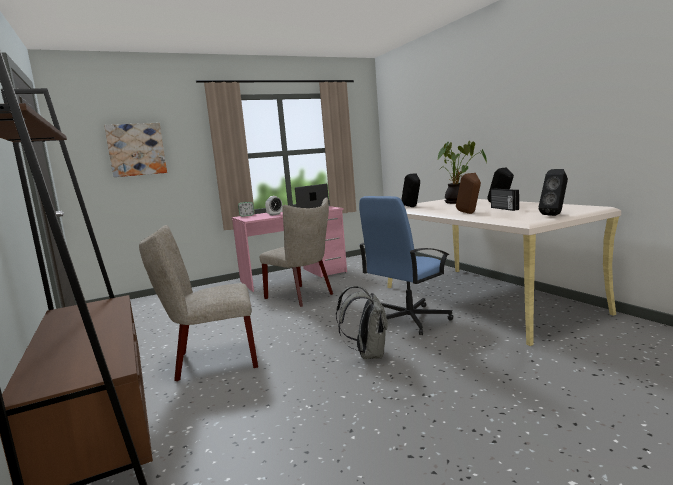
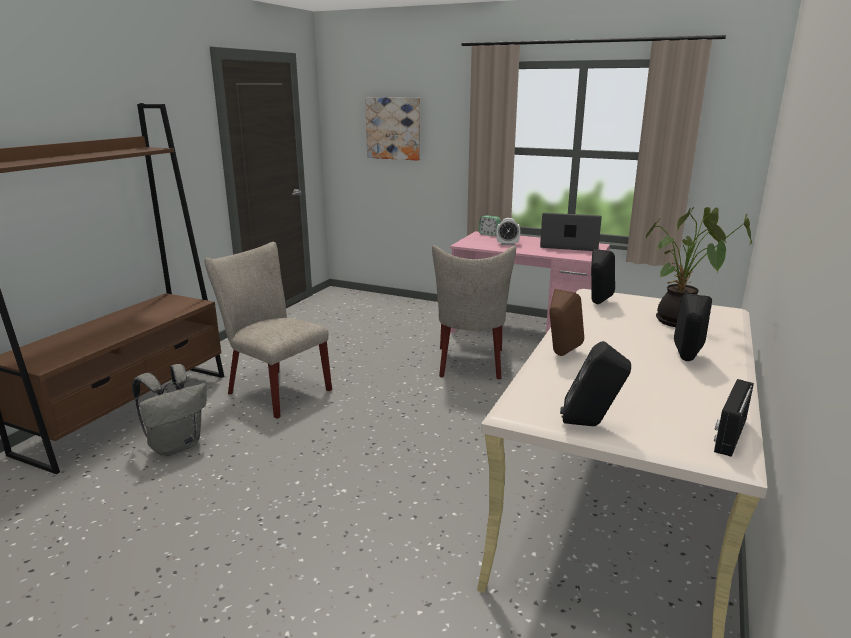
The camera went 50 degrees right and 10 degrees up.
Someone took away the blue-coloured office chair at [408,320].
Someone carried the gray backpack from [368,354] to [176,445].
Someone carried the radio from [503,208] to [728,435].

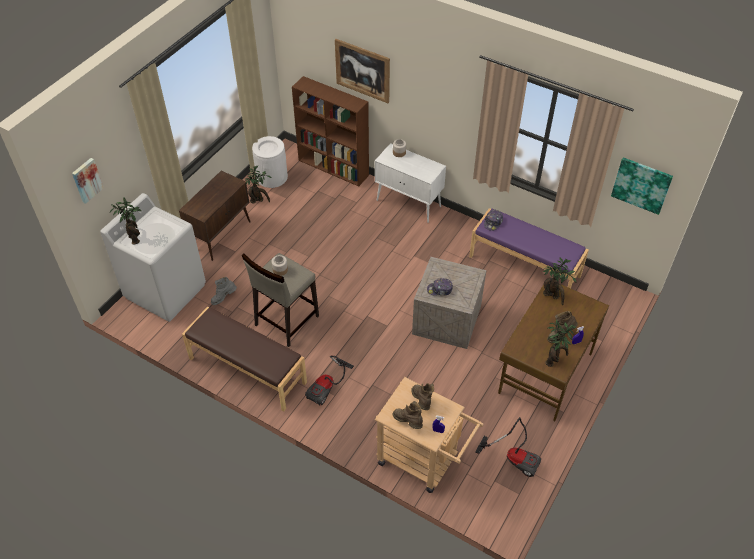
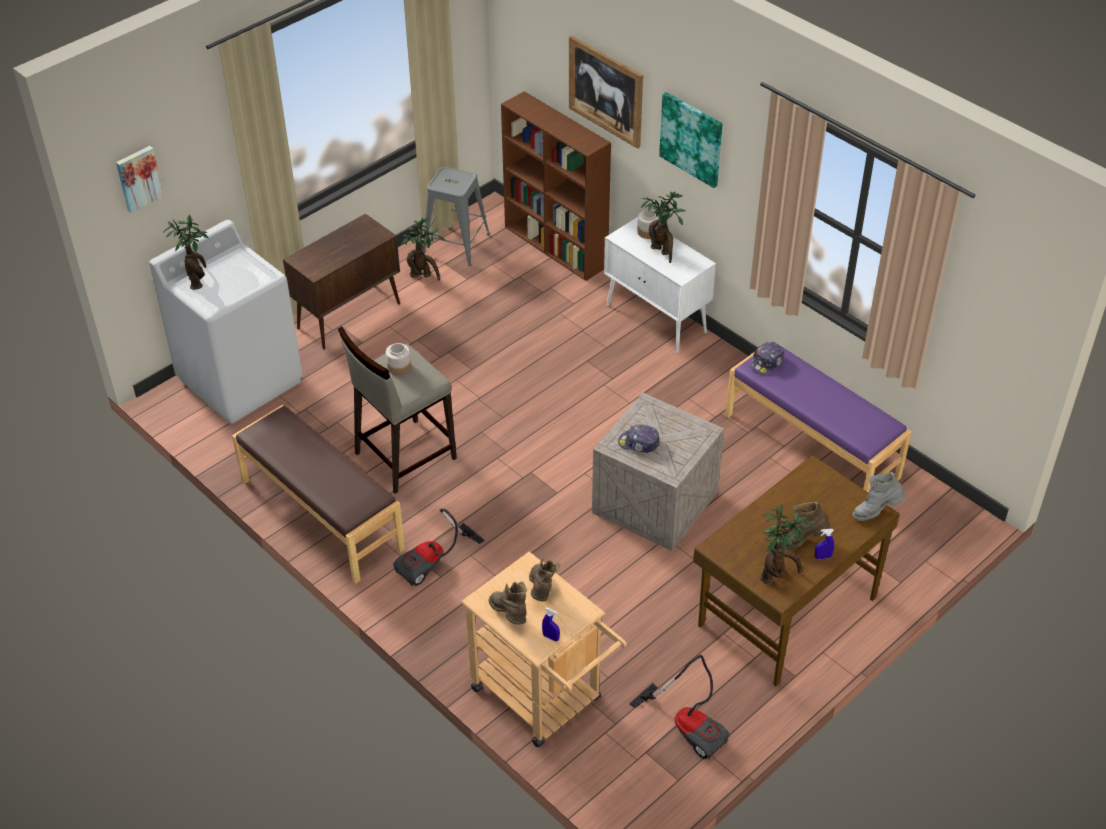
The camera went 15 degrees right and 5 degrees down.
Someone carried the gray high-top boot from [224,298] to [876,511].
Someone carried the plant in a pot from [552,296] to [662,252].
Someone carried the wall picture from [641,185] to [692,139].
Someone swapped the white-coloured trash can at [272,177] for the gray stool seat at [456,244].

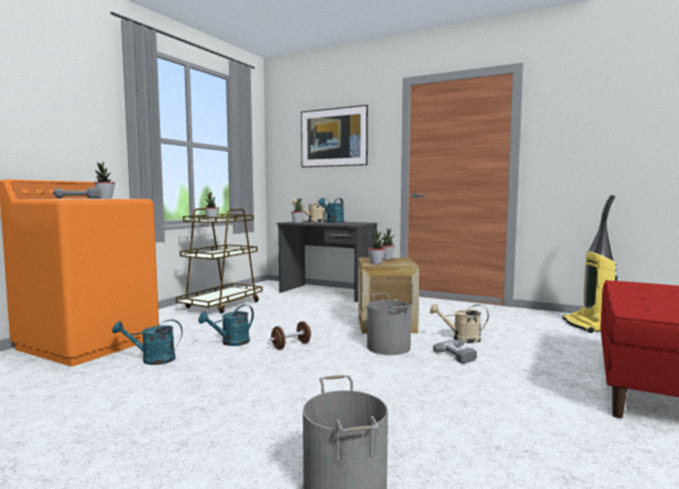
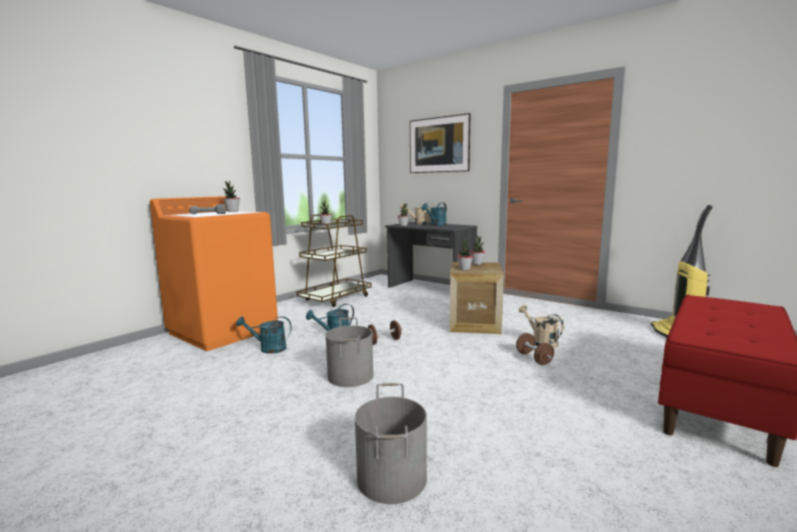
The camera went 10 degrees right and 5 degrees up.
Someone carried the gray bucket from [389,347] to [351,376].
Someone swapped the power drill at [460,355] for the brownish dumbbell at [534,358].
Someone rotated the beige-coloured watering can at [461,339] by 45 degrees clockwise.

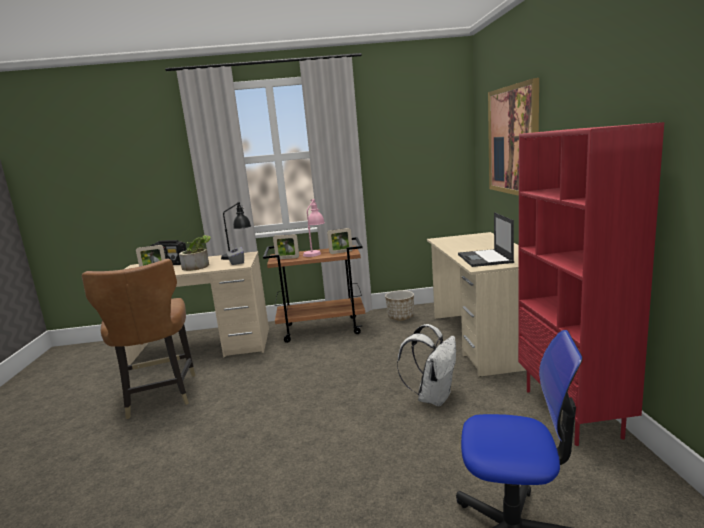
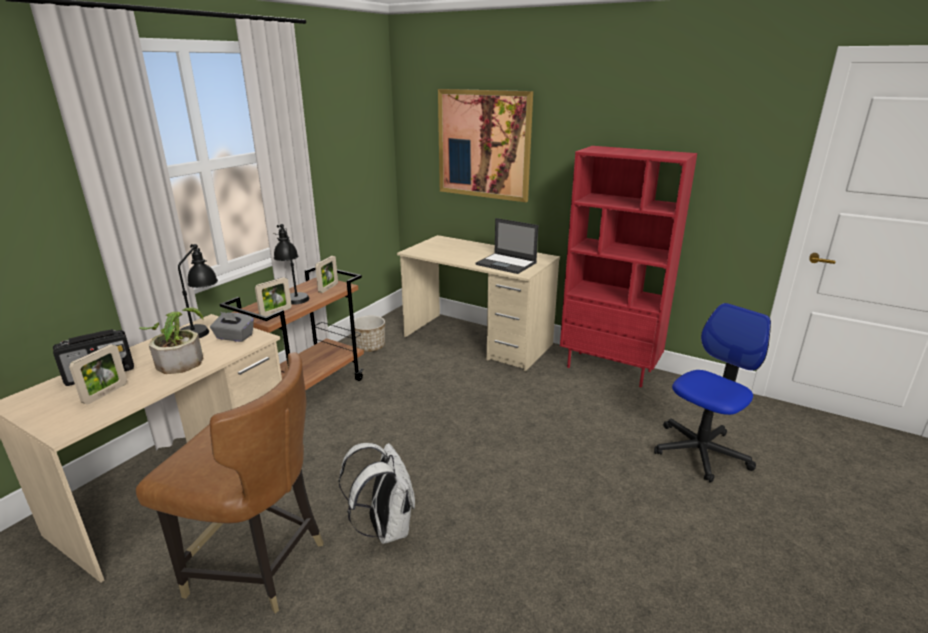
The camera went 55 degrees left and 10 degrees up.
Someone carried the white-coloured backpack from [433,397] to [385,528].
Someone repainted the pinkish tabletop lamp at [315,252], which became the blackish tabletop lamp at [293,296].

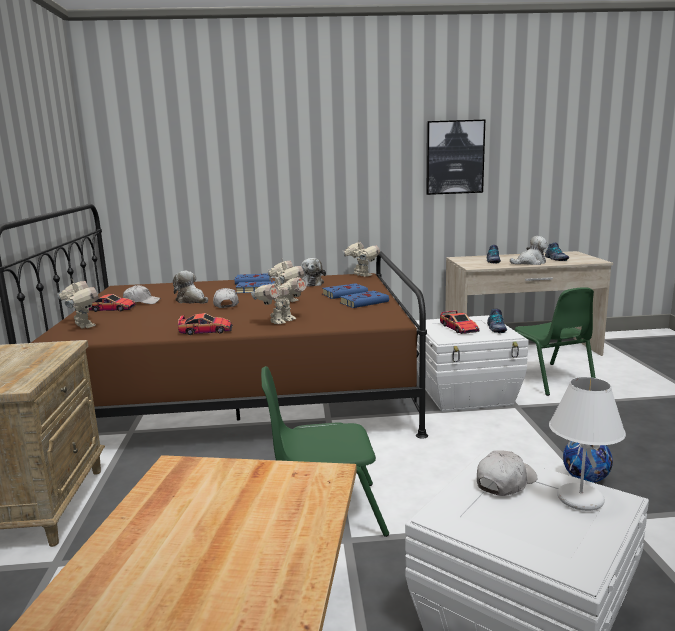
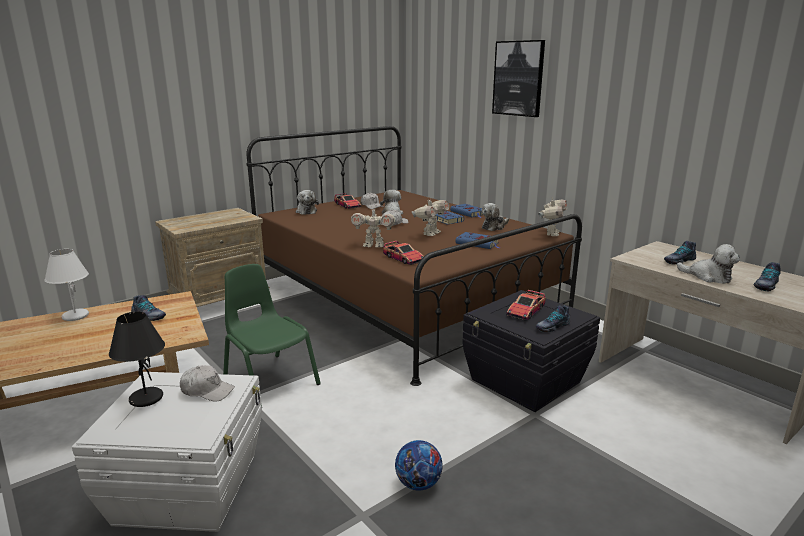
The camera went 55 degrees right and 5 degrees up.
Someone took away the blue-coloured bound book at [365,302].
Someone took away the greenish chair at [548,379].
Someone put down the blackish tabletop lamp at [145,399].
Someone put down the shoe at [148,316].
Someone carried the toy car from [206,331] to [403,258].
Someone carried the wall picture from [454,157] to [518,78].
Someone carried the white-coloured tabletop lamp from [580,500] to [75,316].
Someone swapped the toy robot at [83,326] for the cuddly toy at [306,211].
Someone repainted the white-coloured storage container at [466,394], which became the blackish storage container at [526,381].

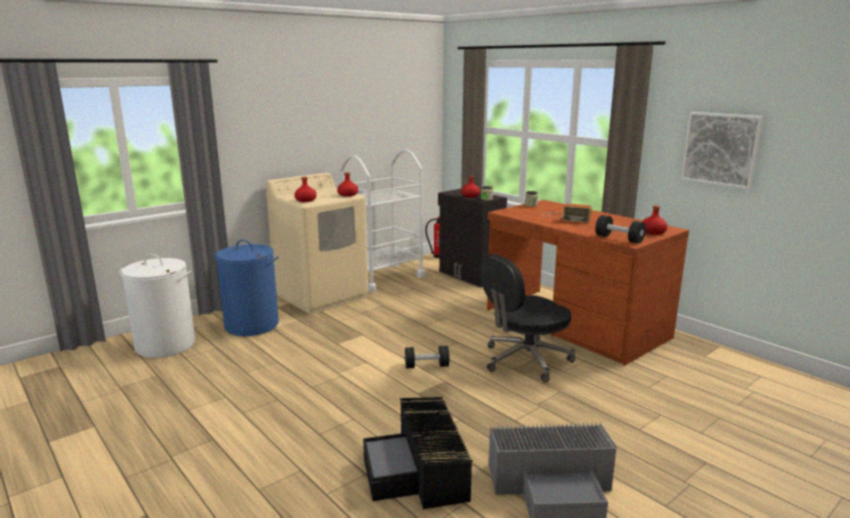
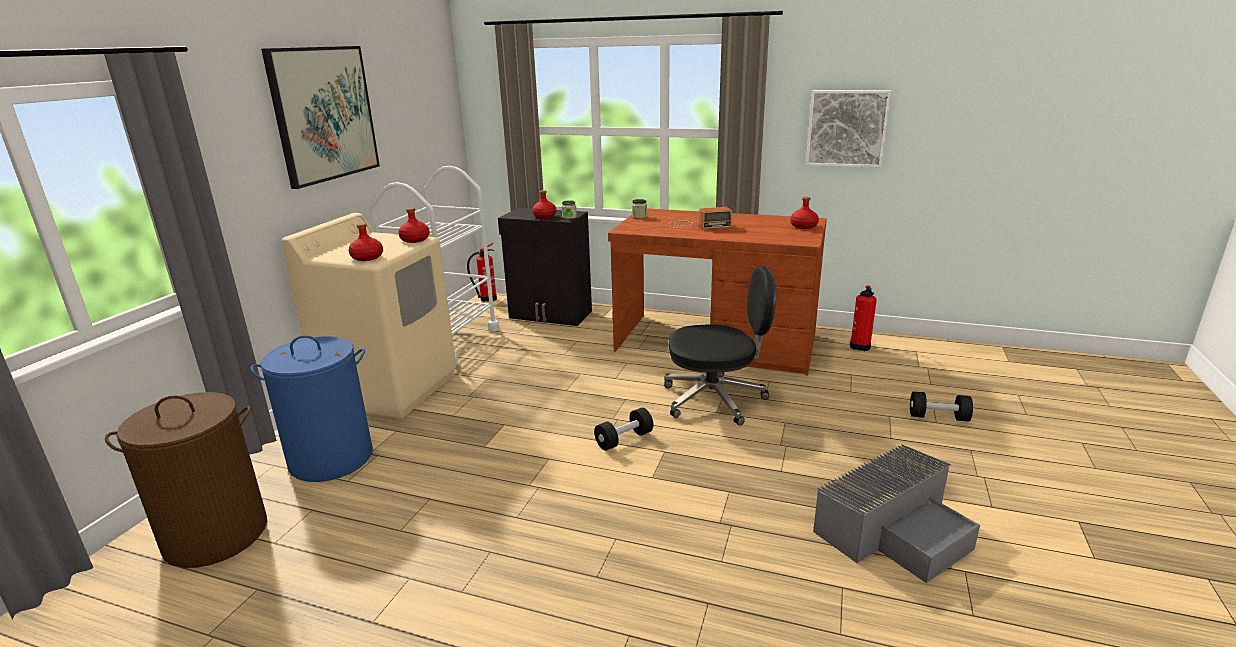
The camera went 30 degrees left and 5 degrees up.
Someone took away the blackish storage container at [420,471].
Someone put up the wall picture at [324,114].
Someone put down the fire-fighting cylinder at [860,346].
Someone carried the blackish dumbbell from [619,239] to [938,417].
Someone repainted the white-coloured laundry basket at [166,345], which became the brownish laundry basket at [216,535].
Someone rotated the blackish office chair at [524,360] by 120 degrees counterclockwise.

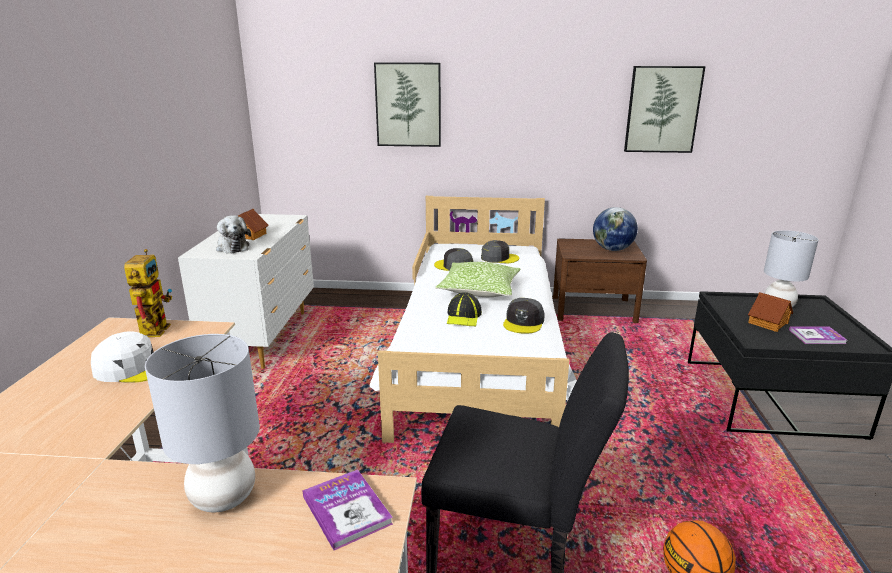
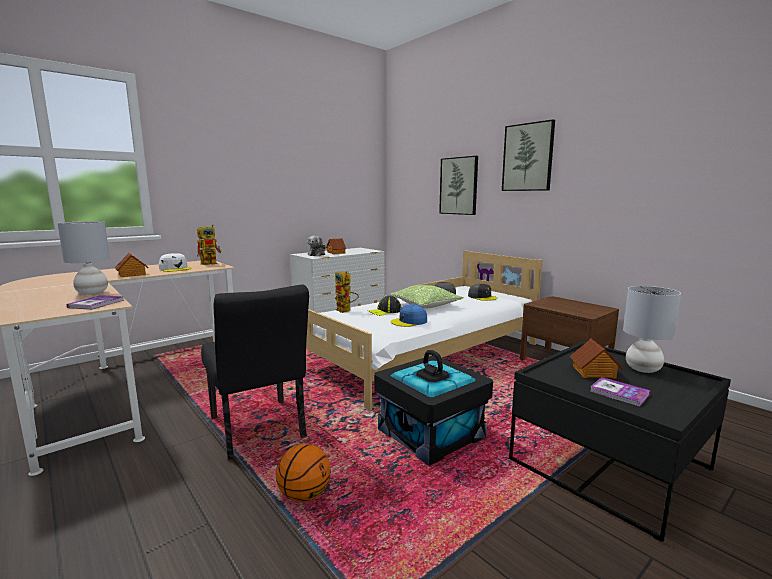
The camera went 45 degrees right and 10 degrees down.
Someone took away the globe at [612,249].
Someone put down the miniature house at [132,274].
Someone put down the toy robot at [346,311].
Someone put down the blackish storage container at [431,434].
Someone carried the wall picture from [662,109] to [528,157].
Someone repainted the gray peaked cap at [524,322], which became the blue-coloured peaked cap at [409,322].

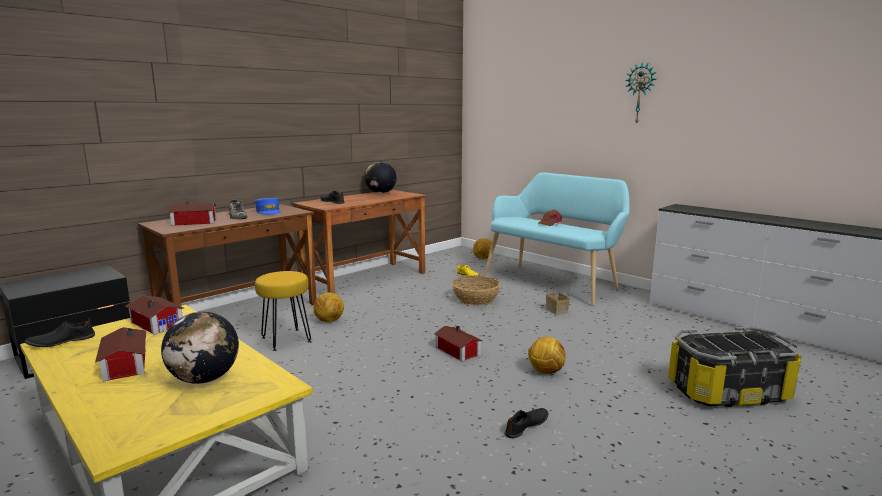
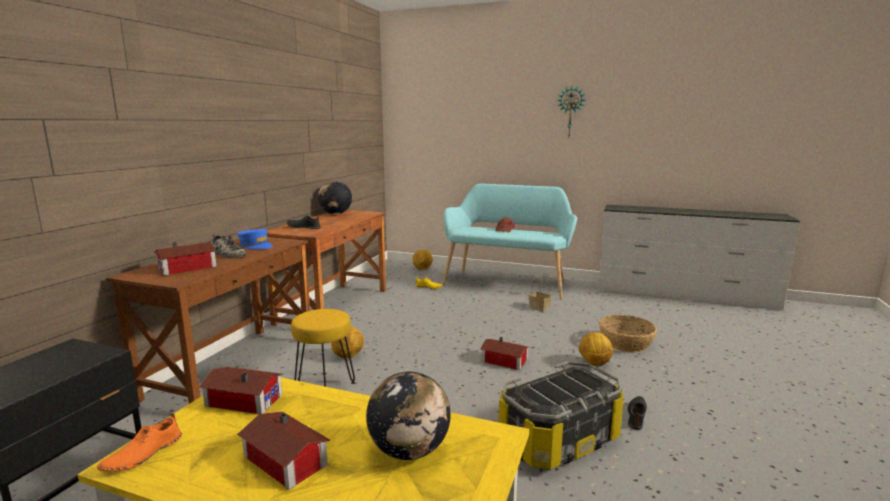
The camera went 25 degrees left and 0 degrees up.
Someone carried the storage basket from [476,299] to [625,343].
Someone carried the storage container from [728,391] to [558,440].
Someone repainted the blackish shoe at [61,341], which became the orangey shoe at [142,454].

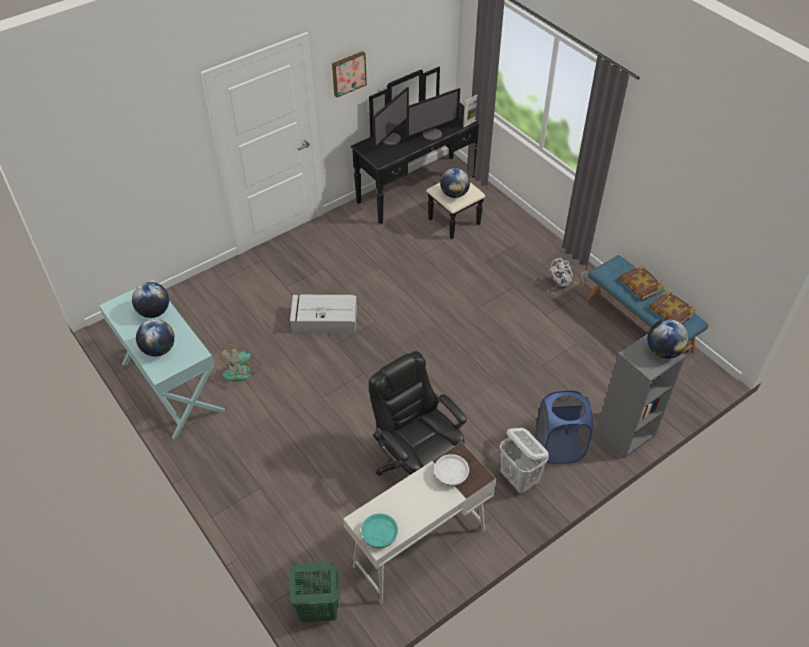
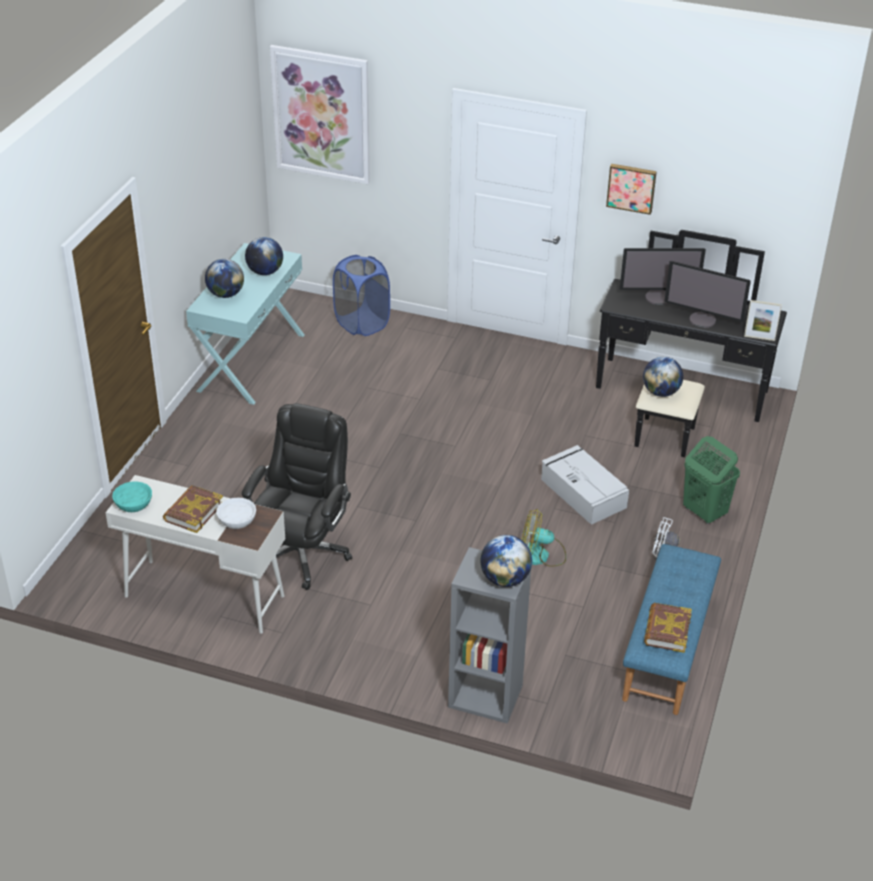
The camera went 55 degrees right and 10 degrees down.
Someone took away the white-coloured laundry basket at [519,479].
Someone put up the wall picture at [321,114].
Someone carried the cooling fan from [242,370] to [541,555].
Someone carried the greenish laundry basket from [318,610] to [704,512].
Someone carried the gray storage container from [323,320] to [582,492].
Someone carried the blue-coloured laundry basket from [559,447] to [361,323].
Someone carried the bound book from [640,285] to [193,512].

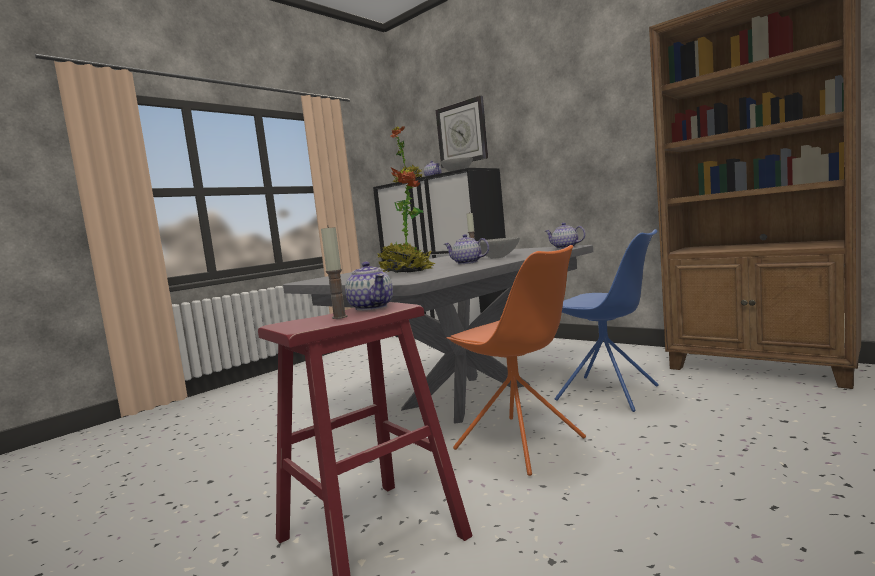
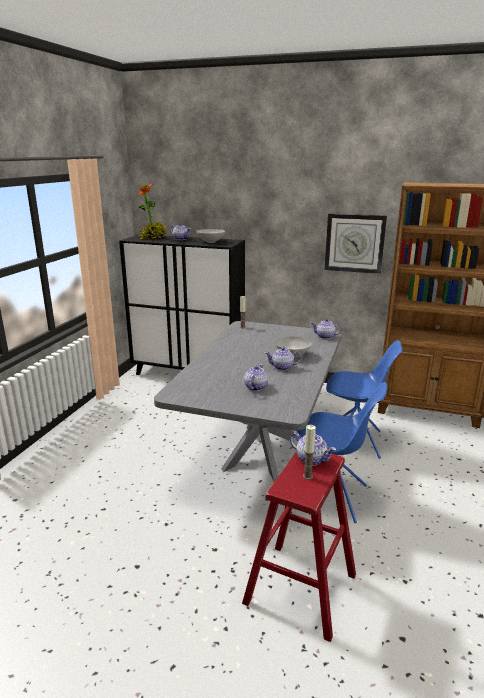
The camera went 25 degrees left and 15 degrees up.
Someone carried the wall clock from [462,133] to [354,243].
Someone swapped the plant in a pot at [406,272] for the teapot at [255,387].
Someone repainted the orangey chair at [521,444], which became the blue-coloured chair at [332,497].

